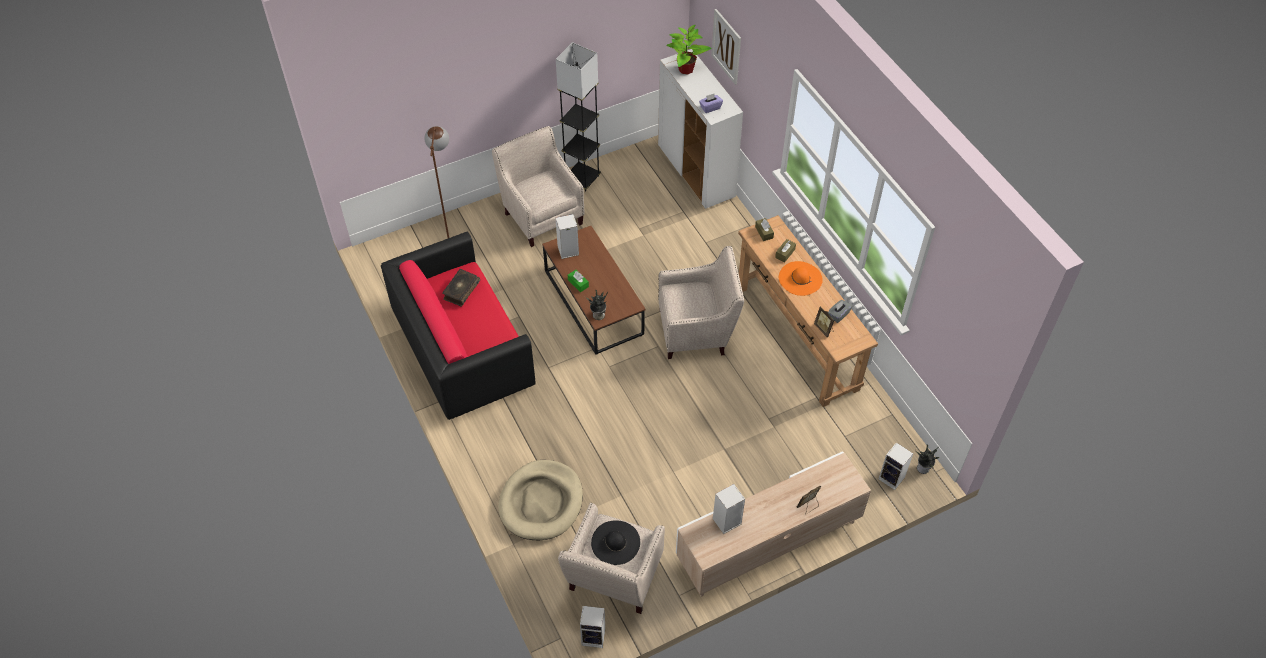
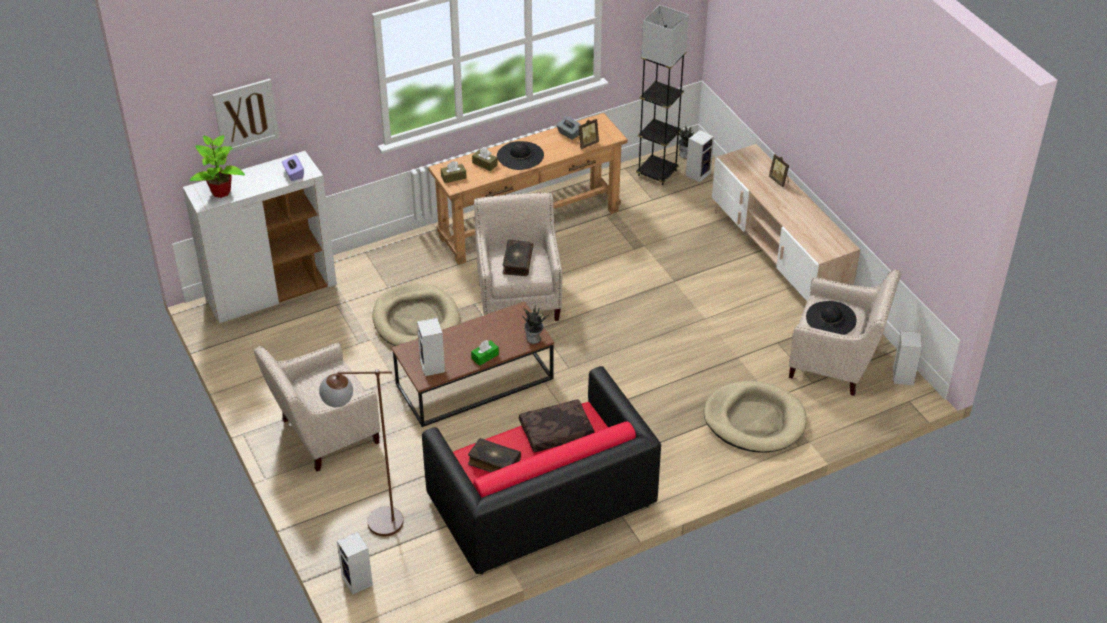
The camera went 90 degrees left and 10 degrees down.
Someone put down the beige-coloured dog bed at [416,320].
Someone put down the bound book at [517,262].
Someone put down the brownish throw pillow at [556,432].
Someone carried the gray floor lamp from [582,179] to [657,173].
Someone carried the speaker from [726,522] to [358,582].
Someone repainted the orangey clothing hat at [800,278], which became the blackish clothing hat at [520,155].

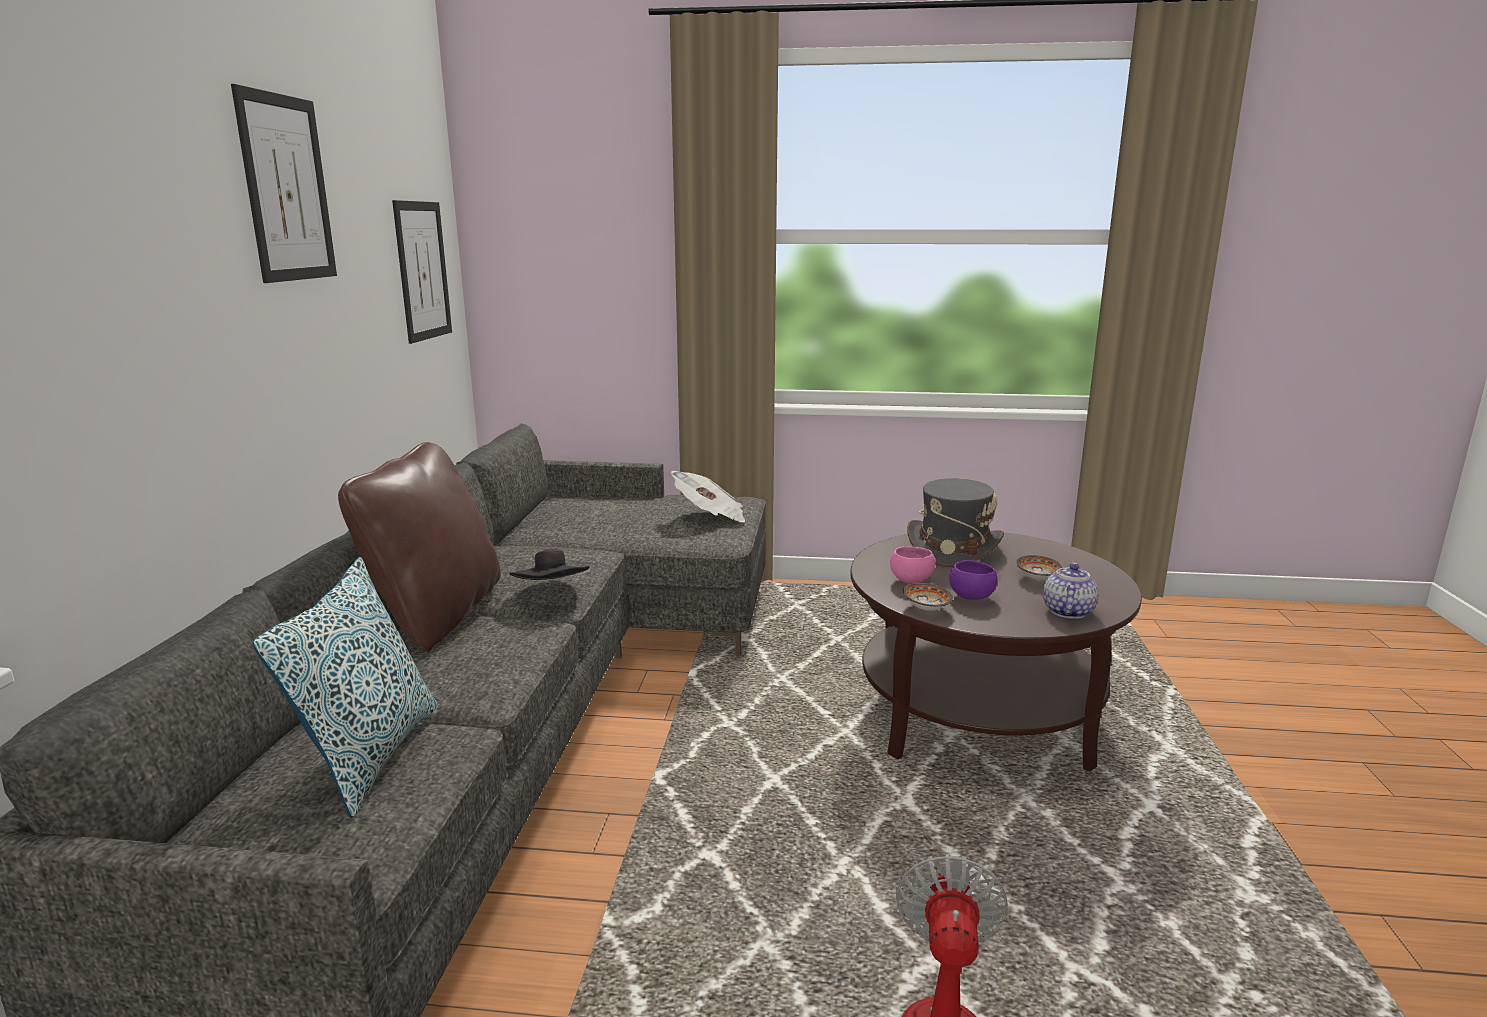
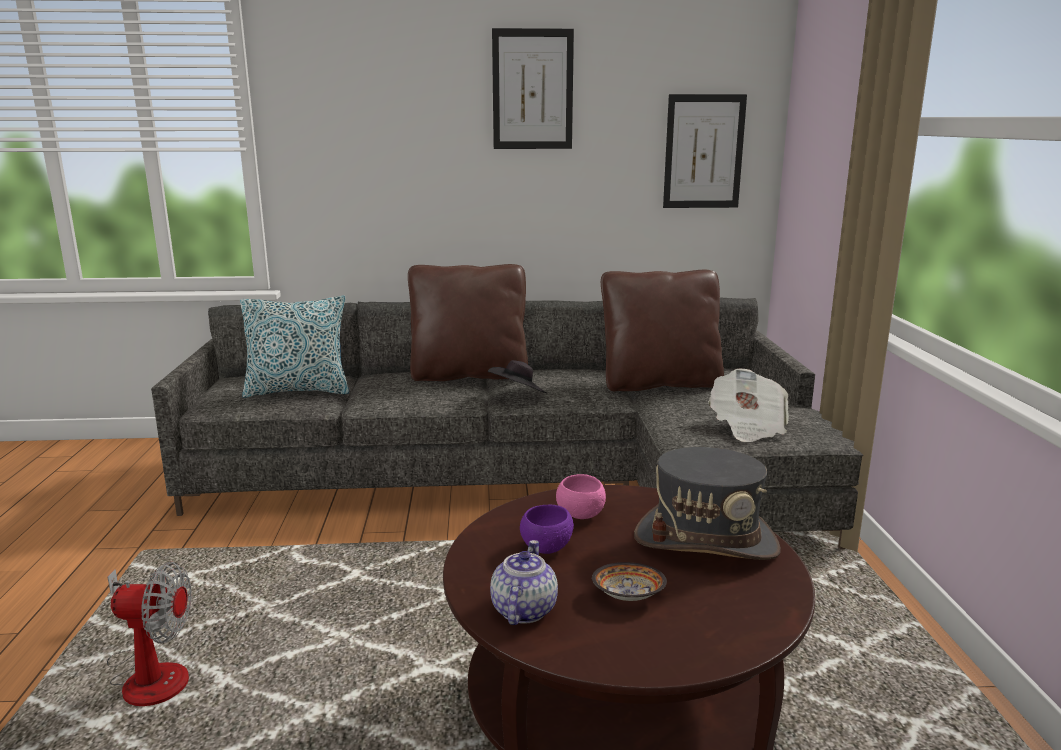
The camera went 80 degrees right and 0 degrees up.
Someone took away the bowl at [925,609].
Someone put down the brownish throw pillow at [659,383].
Someone rotated the teapot at [1067,611] by 90 degrees counterclockwise.

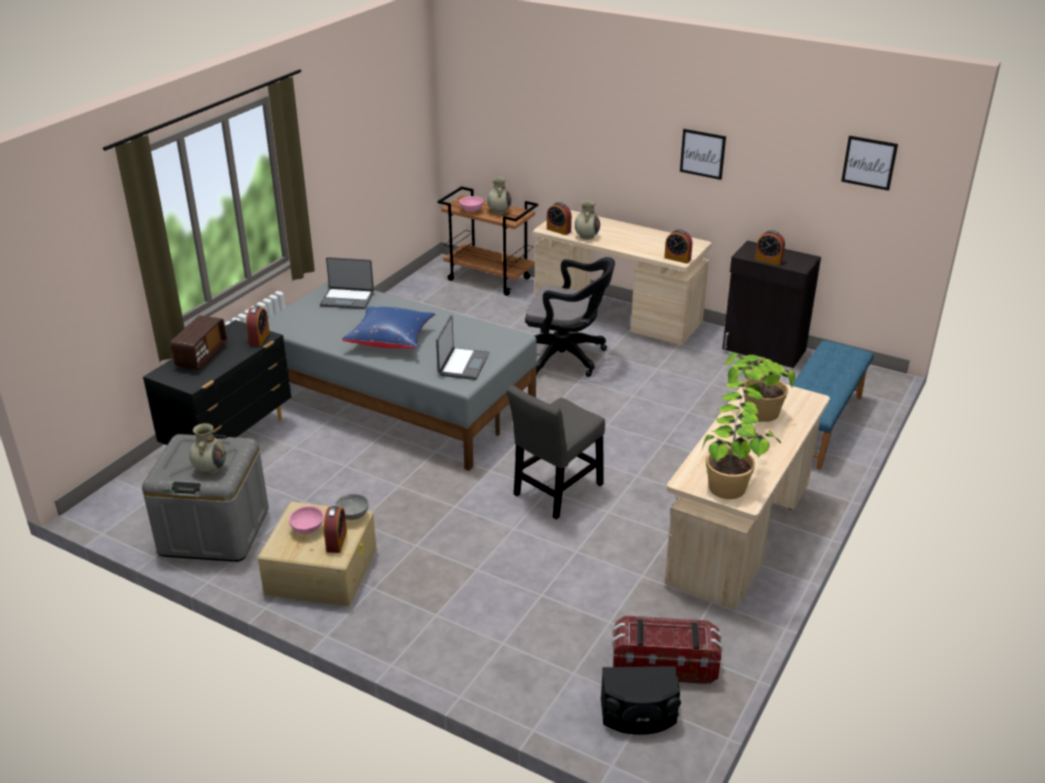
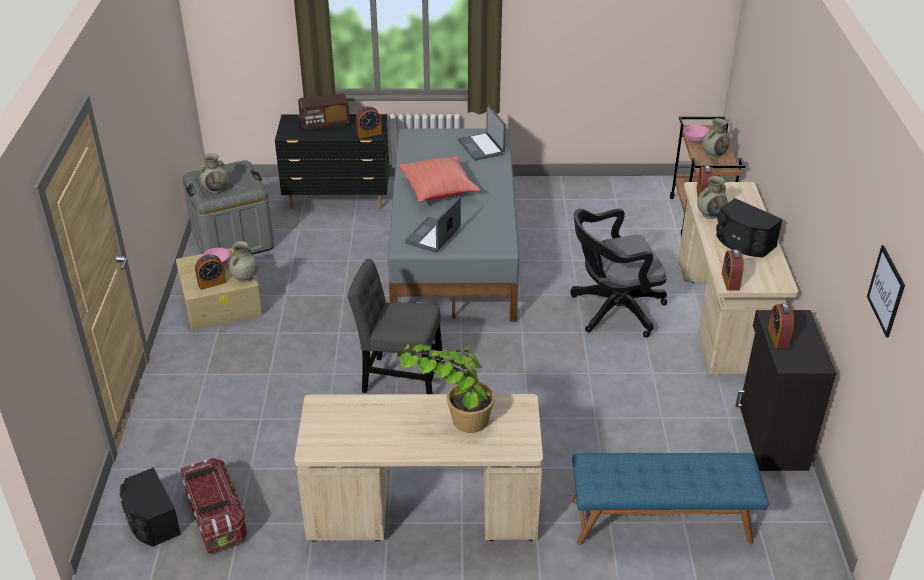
The camera went 60 degrees right and 5 degrees up.
Someone took away the wall picture at [702,154].
Someone took away the plant in a pot at [732,477].
Someone put down the blackish speaker at [743,243].
Someone swapped the gray bowl at [352,516] for the beige-coloured vase at [245,278].
Someone repainted the blue-coloured throw pillow at [391,340], which became the red-coloured throw pillow at [439,190].
Someone rotated the portable computer at [462,364] by 135 degrees clockwise.
Someone rotated the blackish office chair at [566,357] by 90 degrees clockwise.

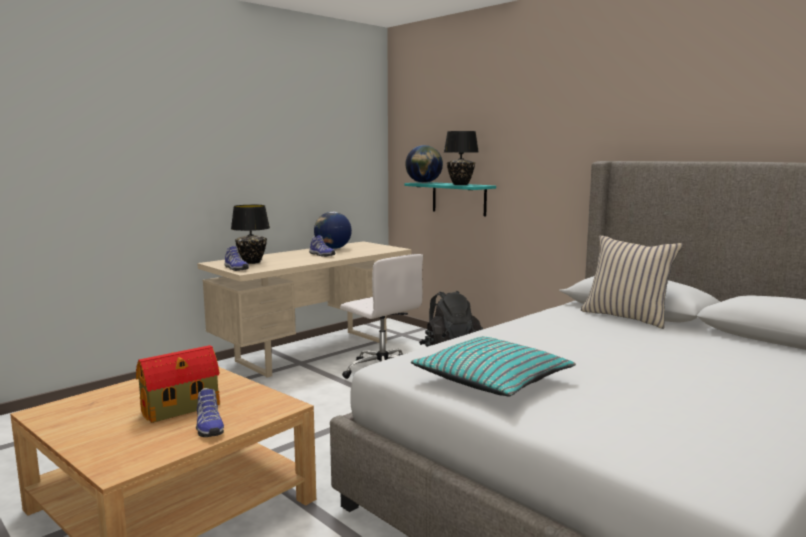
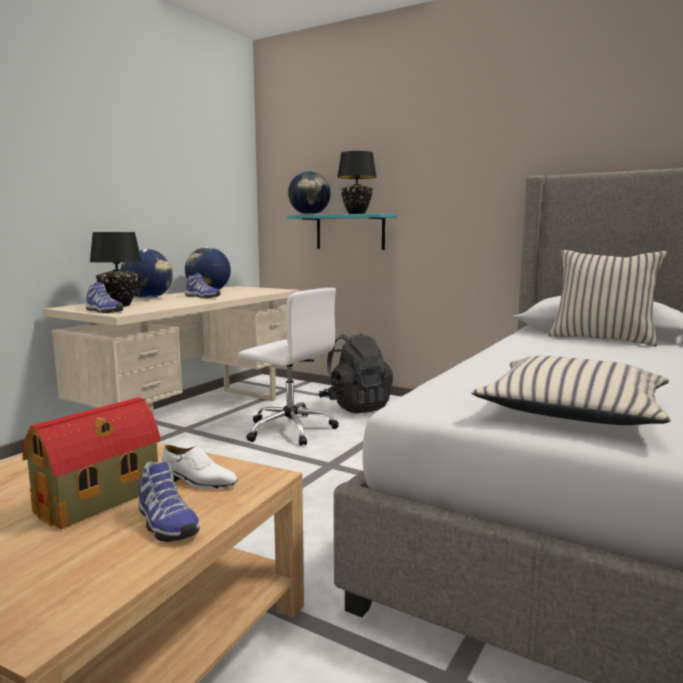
The camera went 15 degrees left and 0 degrees up.
Someone put down the globe at [148,298].
Someone put down the white-coloured shoe at [198,481].
Someone repainted the turquoise throw pillow at [492,380], which became the beige-coloured throw pillow at [573,410].

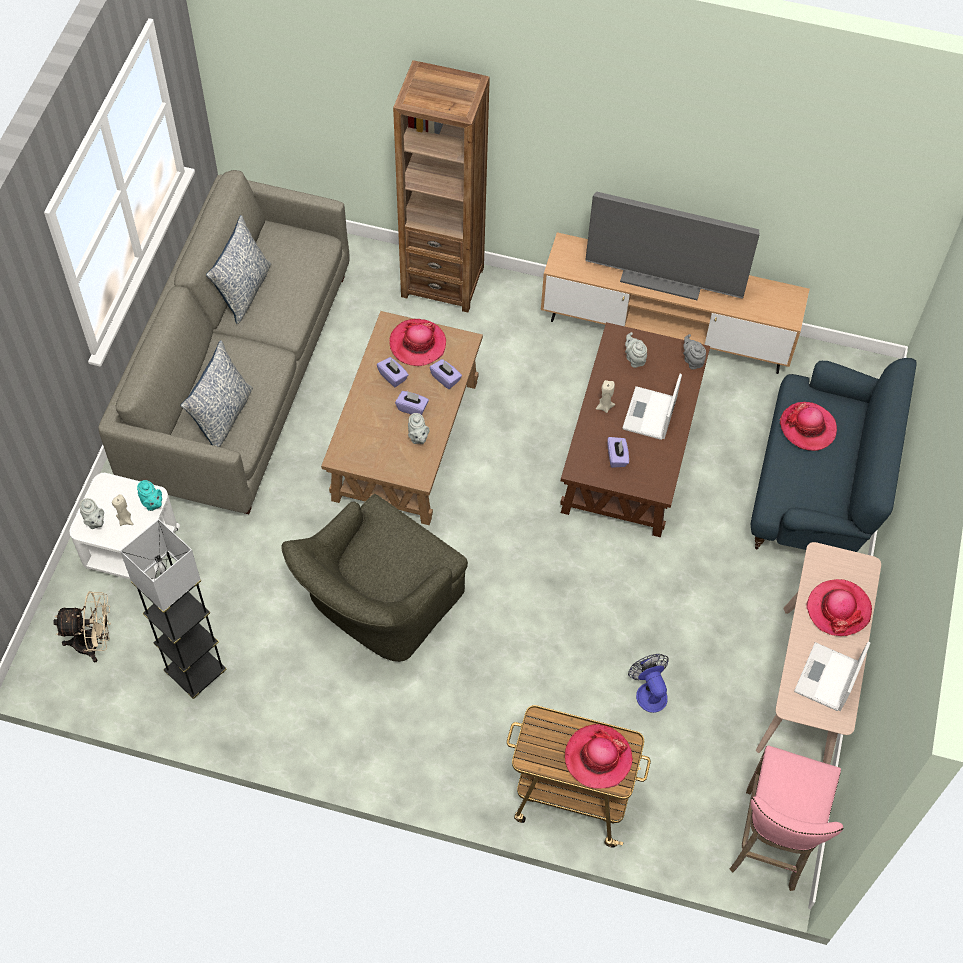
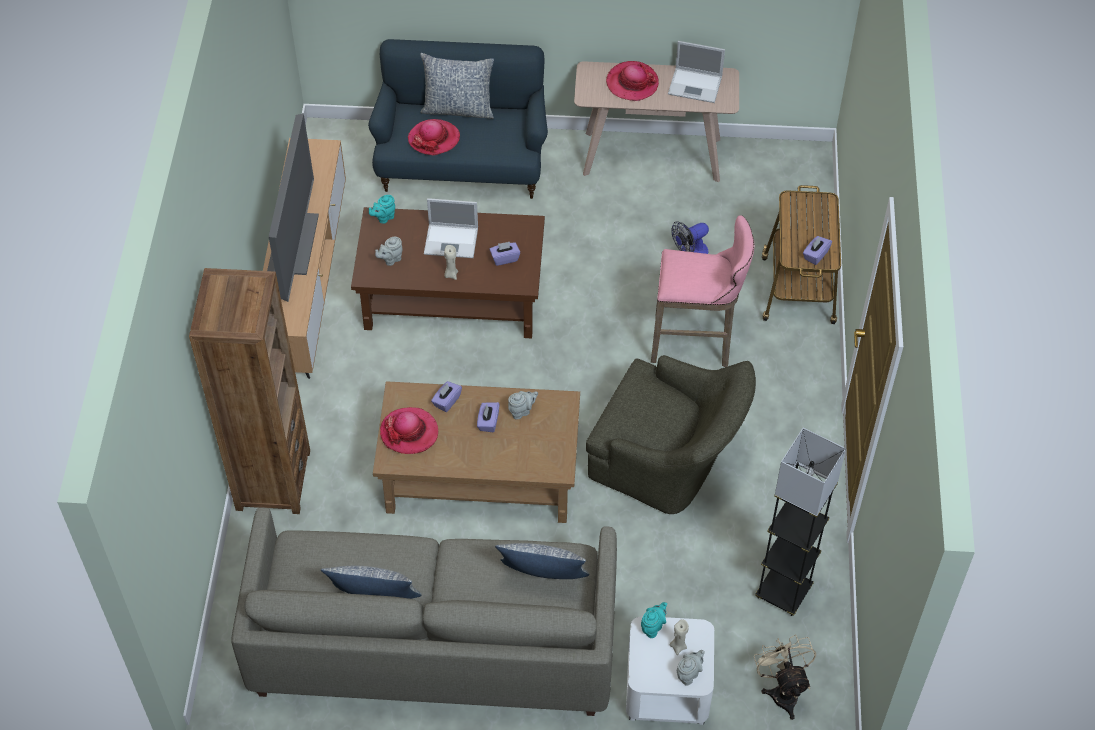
The camera went 100 degrees left and 5 degrees down.
Someone took away the clothing hat at [598,758].
Someone put down the throw pillow at [458,109].
Someone carried the purplish tissue holder from [393,377] to [815,255].
Someone carried the pinkish stool seat from [770,844] to [696,342].
Someone repainted the gray teapot at [692,360], which became the turquoise teapot at [384,217].

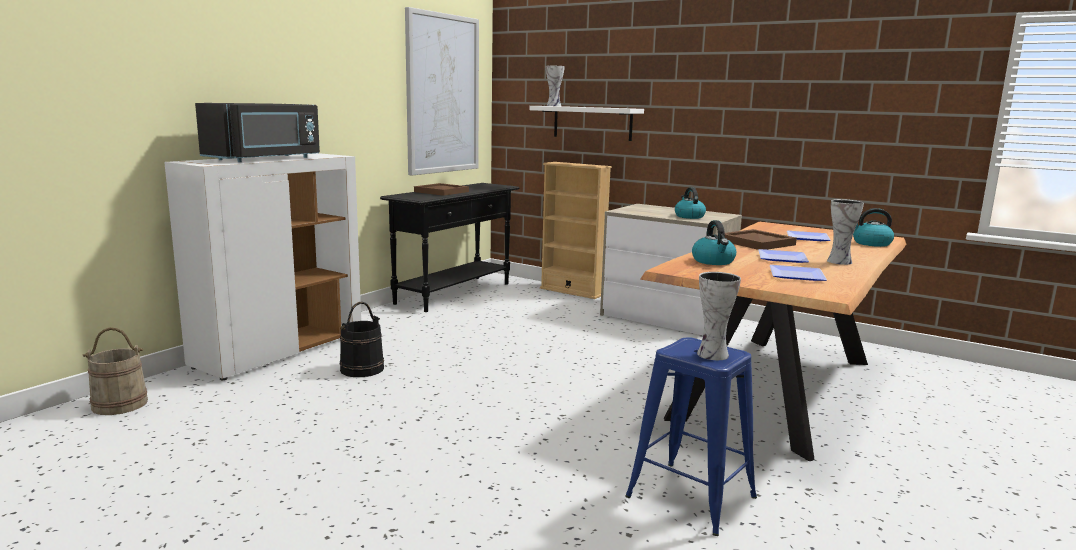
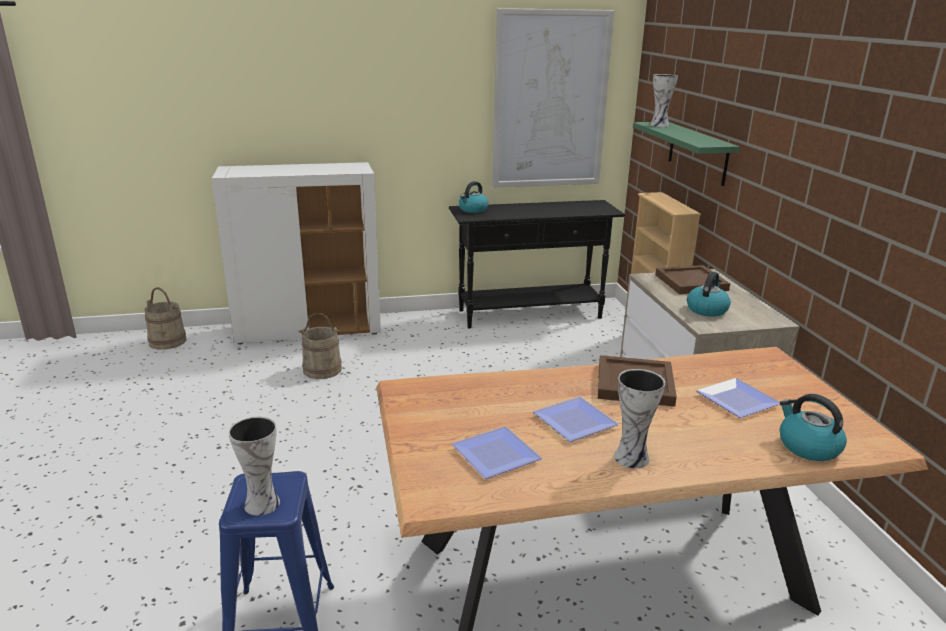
The camera went 45 degrees right and 10 degrees up.
Someone took away the blackish kitchen microwave at [266,159].
Someone carried the brownish carrying tray from [441,191] to [691,282].
Someone carried the kettle from [713,261] to [473,210].
Someone repainted the blackish bucket at [362,369], which became the beige-coloured bucket at [322,369].
Someone repainted the white-coloured wall shelf at [592,123], which became the greenish wall shelf at [697,152].

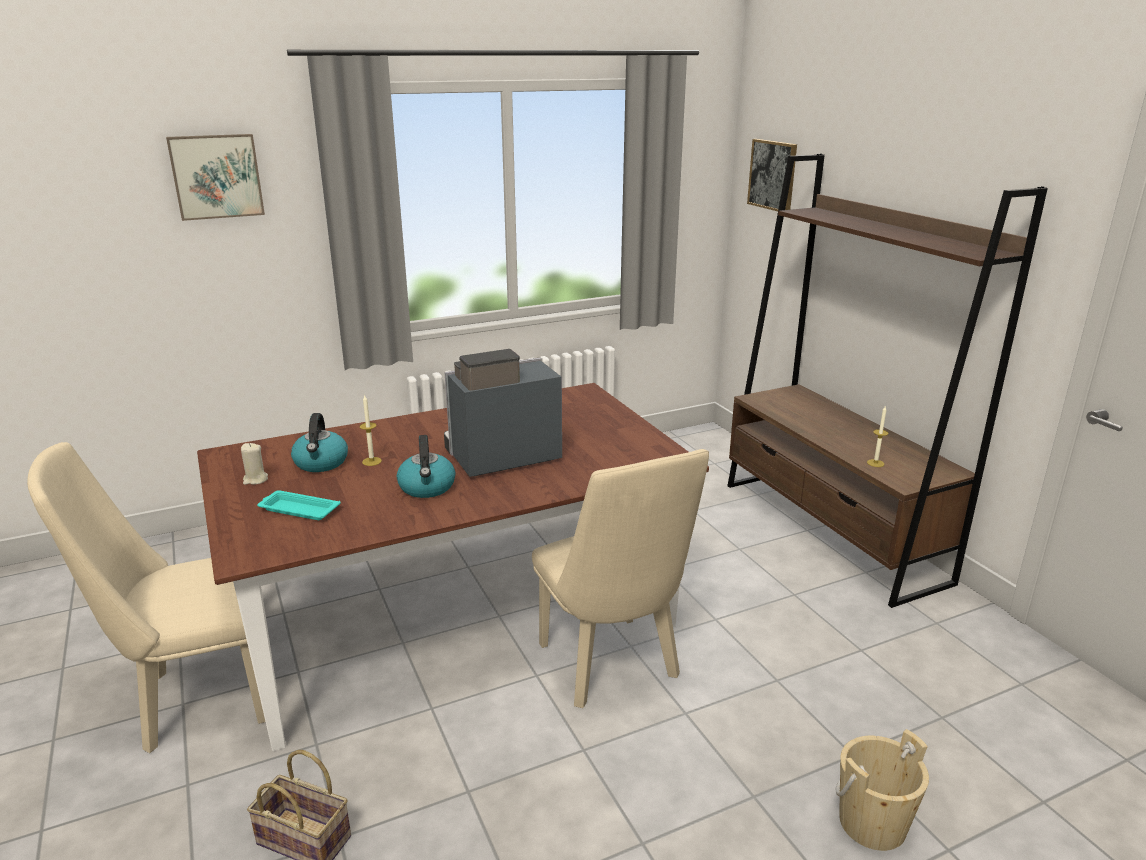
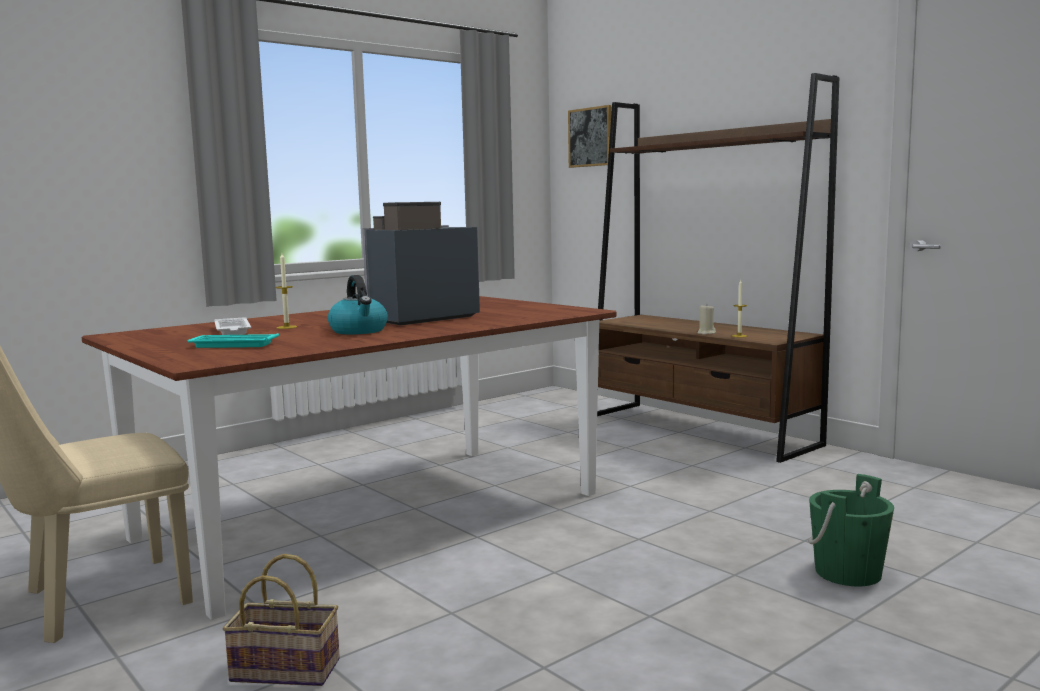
The camera went 15 degrees left and 15 degrees down.
Someone took away the wall picture at [216,176].
Someone took away the beige-coloured chair at [613,668].
Someone carried the beige-coloured candle from [255,480] to [706,333].
Someone swapped the kettle at [321,463] for the white-coloured carrying tray at [232,331].
Someone repainted the beige-coloured bucket at [872,823], which became the greenish bucket at [848,573].

